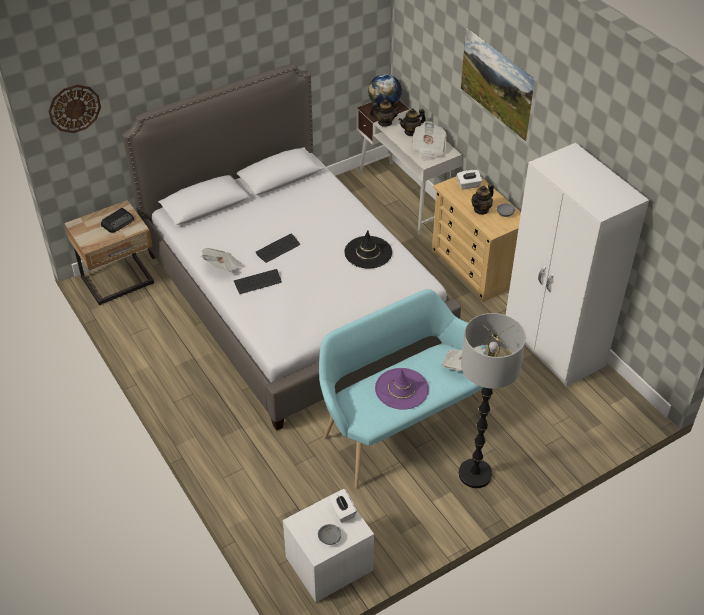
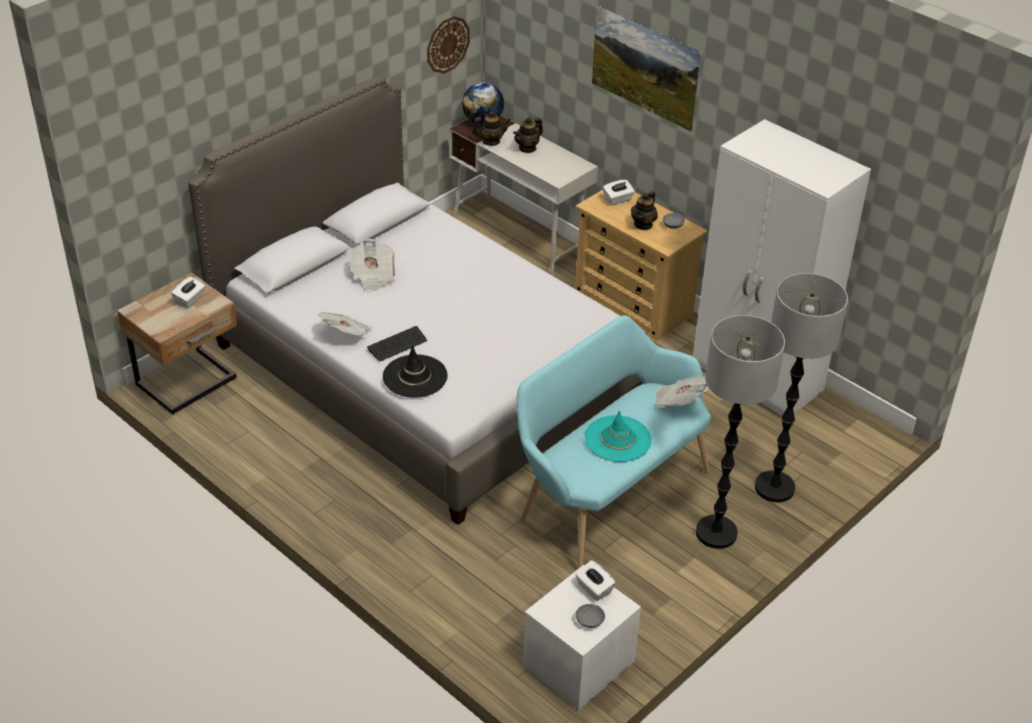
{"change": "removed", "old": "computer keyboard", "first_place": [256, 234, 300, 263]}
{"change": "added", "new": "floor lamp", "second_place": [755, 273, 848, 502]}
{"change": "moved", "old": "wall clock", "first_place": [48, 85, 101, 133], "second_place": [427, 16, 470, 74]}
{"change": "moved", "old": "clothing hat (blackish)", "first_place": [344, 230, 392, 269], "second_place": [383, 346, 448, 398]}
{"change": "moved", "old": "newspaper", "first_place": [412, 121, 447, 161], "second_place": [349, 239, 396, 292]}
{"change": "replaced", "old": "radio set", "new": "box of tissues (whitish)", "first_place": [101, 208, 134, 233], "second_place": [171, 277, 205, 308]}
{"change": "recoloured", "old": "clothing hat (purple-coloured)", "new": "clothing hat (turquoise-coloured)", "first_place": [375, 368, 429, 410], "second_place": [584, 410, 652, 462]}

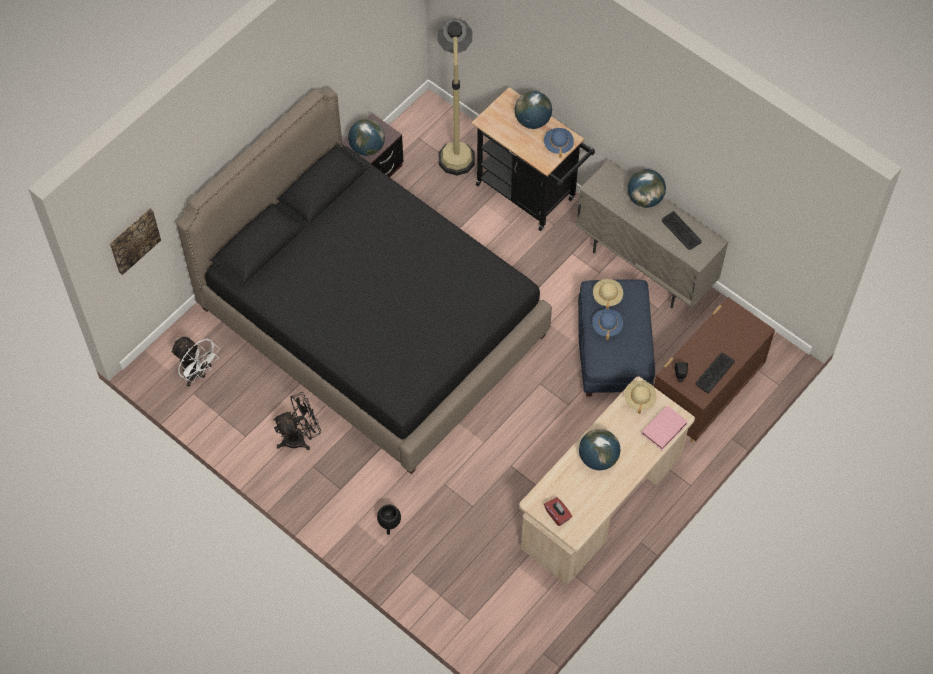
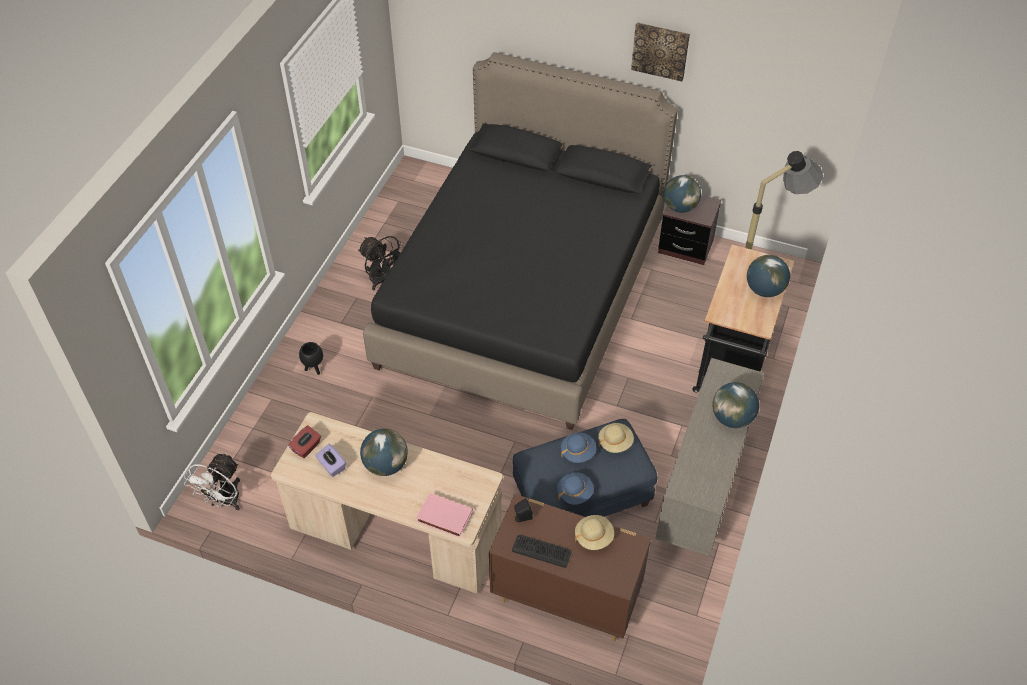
{"change": "removed", "old": "computer keyboard", "first_place": [662, 211, 702, 250]}
{"change": "added", "new": "box of tissues (purple-coloured)", "second_place": [315, 444, 346, 477]}
{"change": "moved", "old": "wall picture", "first_place": [110, 208, 161, 275], "second_place": [631, 22, 690, 81]}
{"change": "moved", "old": "fan (whitish)", "first_place": [171, 337, 220, 387], "second_place": [184, 453, 240, 511]}
{"change": "moved", "old": "clothing hat (blue-coloured)", "first_place": [544, 128, 574, 158], "second_place": [557, 472, 594, 505]}
{"change": "moved", "old": "clothing hat (beige-coloured)", "first_place": [624, 381, 656, 414], "second_place": [575, 515, 614, 550]}

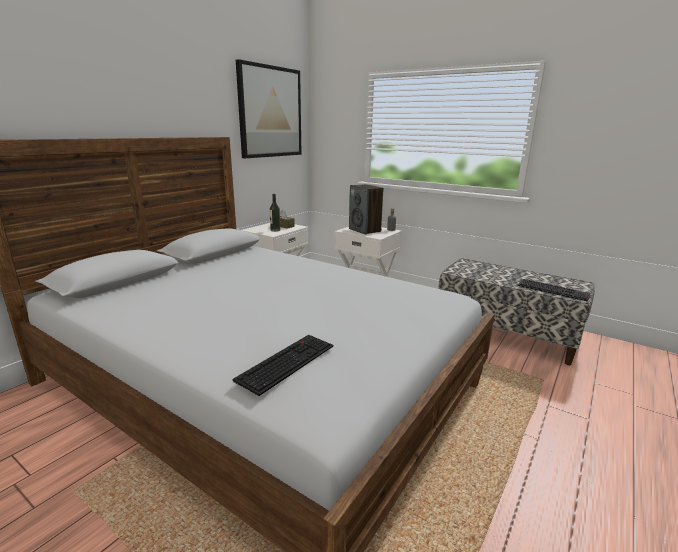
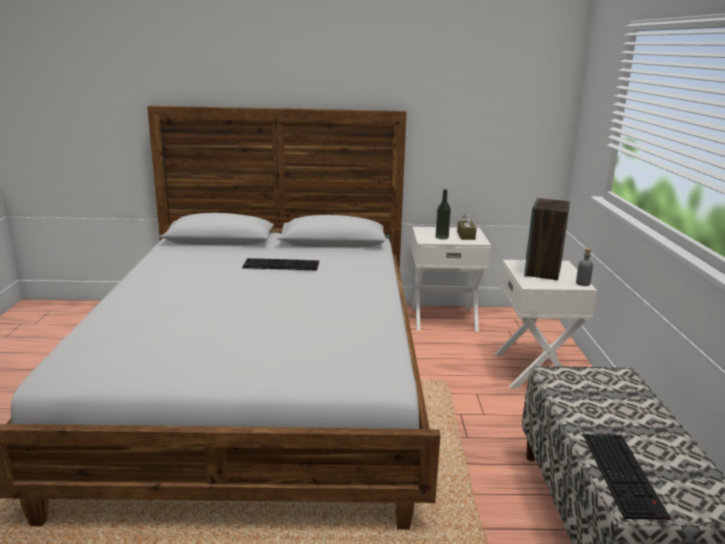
{"change": "removed", "old": "wall picture", "first_place": [236, 59, 302, 158]}
{"change": "moved", "old": "computer keyboard", "first_place": [233, 335, 333, 396], "second_place": [242, 258, 319, 270]}

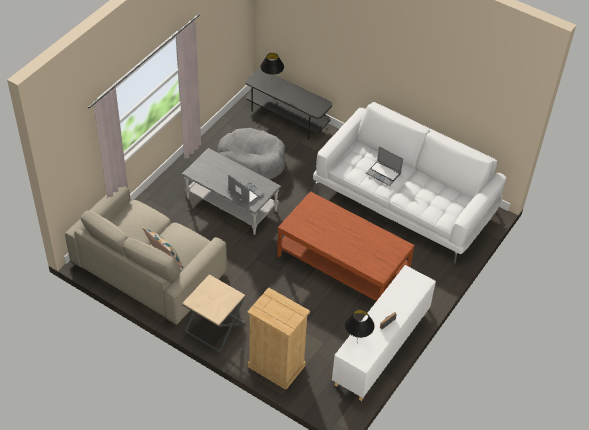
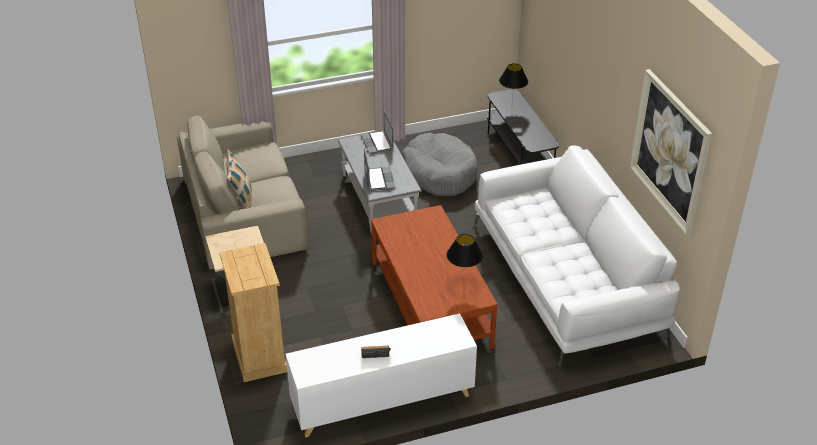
{"change": "added", "new": "wall picture", "second_place": [630, 69, 712, 235]}
{"change": "moved", "old": "table lamp (blackish)", "first_place": [345, 309, 375, 342], "second_place": [446, 234, 483, 284]}
{"change": "moved", "old": "notebook computer", "first_place": [366, 146, 403, 186], "second_place": [361, 110, 394, 154]}

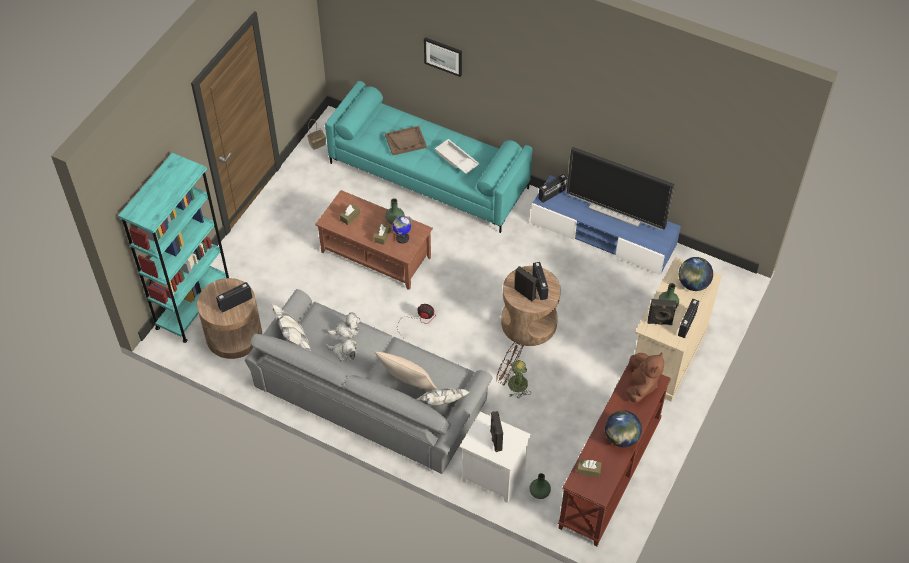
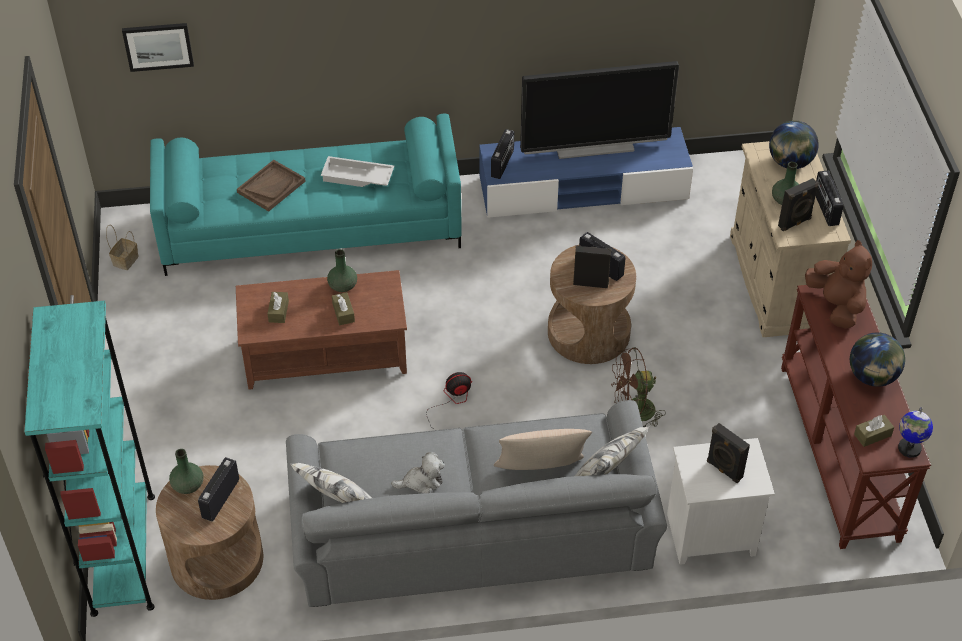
{"change": "removed", "old": "cuddly toy", "first_place": [328, 313, 361, 339]}
{"change": "moved", "old": "globe", "first_place": [393, 216, 412, 244], "second_place": [898, 407, 933, 458]}
{"change": "moved", "old": "wall picture", "first_place": [424, 37, 462, 77], "second_place": [122, 23, 194, 72]}
{"change": "moved", "old": "decorative vase (green-coloured)", "first_place": [529, 473, 551, 499], "second_place": [169, 449, 204, 494]}

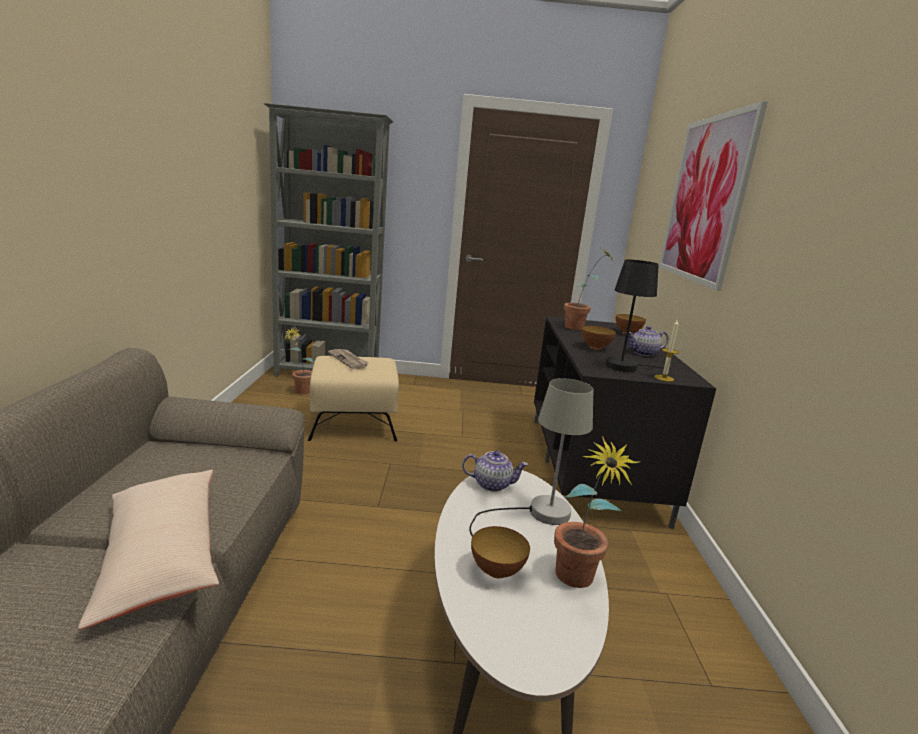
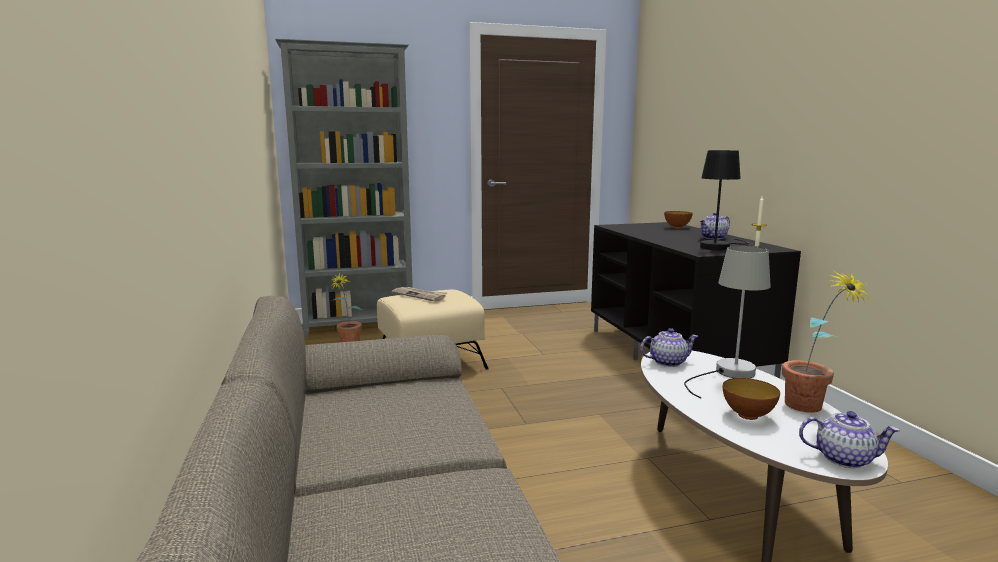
{"change": "removed", "old": "throw pillow (beige-coloured)", "first_place": [78, 470, 219, 630]}
{"change": "removed", "old": "houseplant", "first_place": [564, 248, 613, 330]}
{"change": "removed", "old": "bowl", "first_place": [582, 326, 616, 350]}
{"change": "removed", "old": "wall picture", "first_place": [659, 101, 768, 291]}
{"change": "added", "new": "pot for tea", "second_place": [799, 411, 900, 468]}

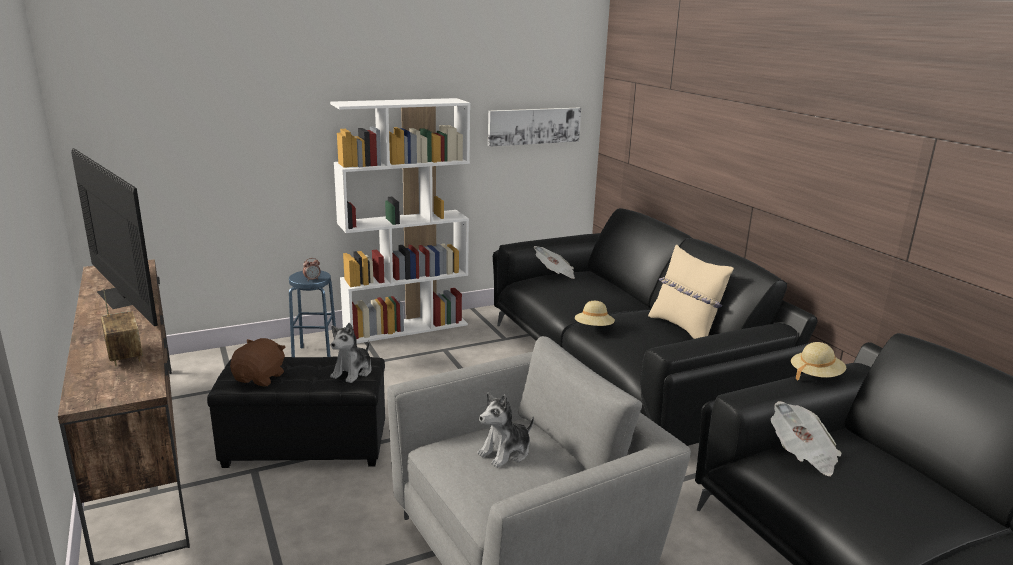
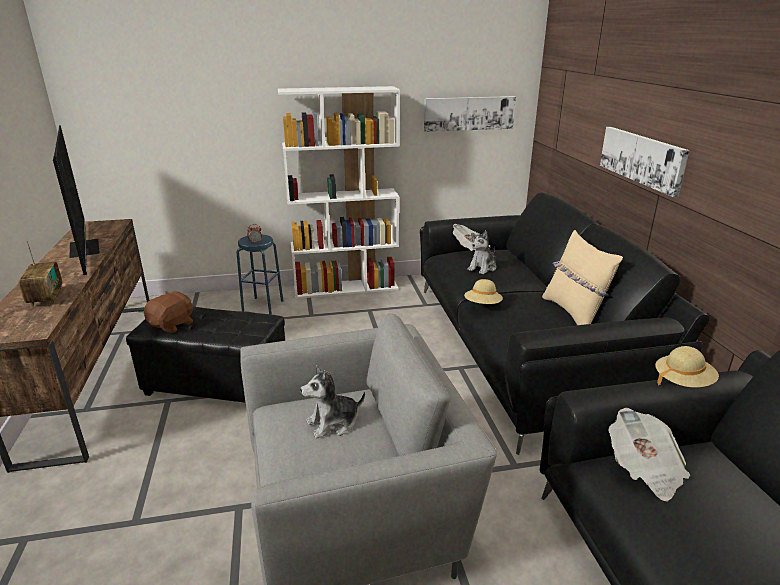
{"change": "added", "new": "wall picture", "second_place": [600, 127, 689, 197]}
{"change": "moved", "old": "cuddly toy", "first_place": [330, 323, 372, 383], "second_place": [467, 230, 496, 274]}

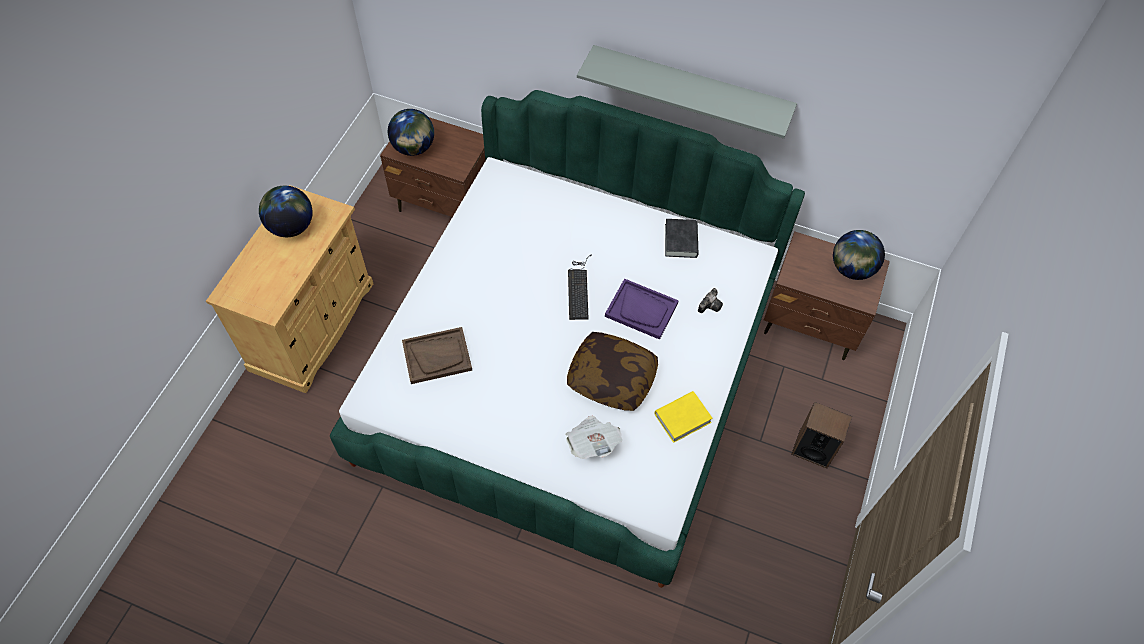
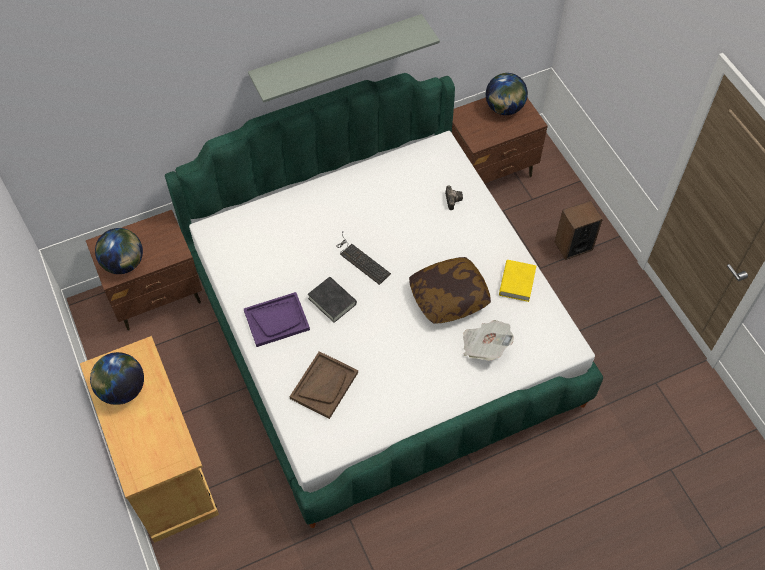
{"change": "moved", "old": "tray (purple-coloured)", "first_place": [605, 279, 679, 340], "second_place": [243, 292, 310, 347]}
{"change": "moved", "old": "bound book (blackish)", "first_place": [665, 219, 698, 258], "second_place": [308, 277, 357, 323]}

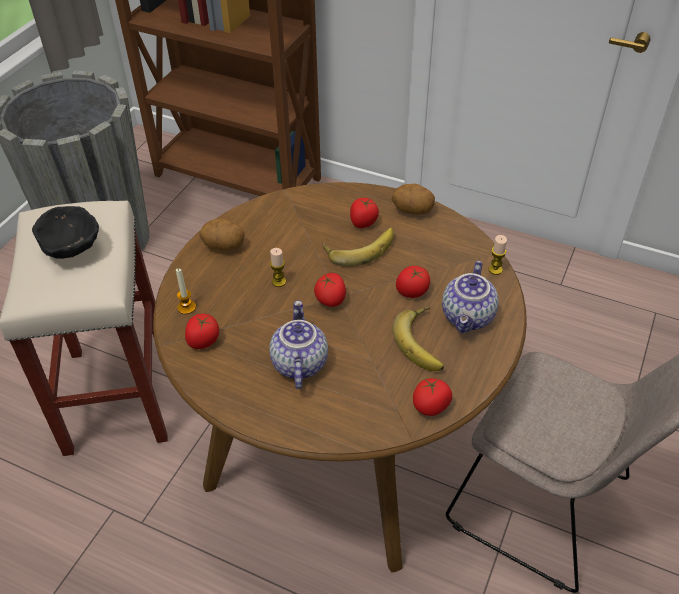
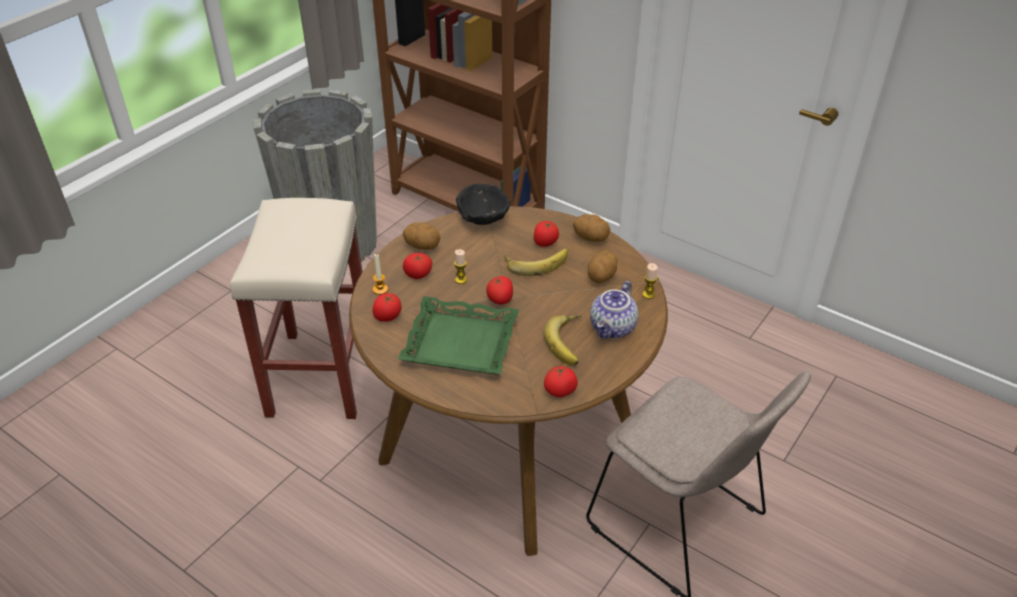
{"change": "added", "new": "spud", "second_place": [588, 251, 617, 283]}
{"change": "moved", "old": "bowl (blackish)", "first_place": [32, 206, 99, 259], "second_place": [456, 183, 510, 225]}
{"change": "moved", "old": "tomato", "first_place": [396, 266, 430, 298], "second_place": [403, 253, 432, 279]}
{"change": "replaced", "old": "pot for tea", "new": "tray (green-coloured)", "first_place": [269, 300, 328, 389], "second_place": [398, 296, 519, 374]}

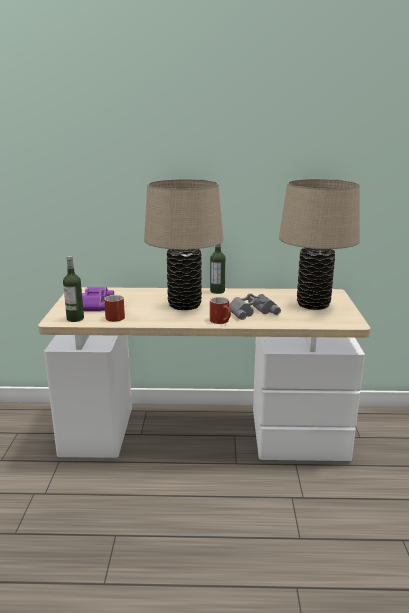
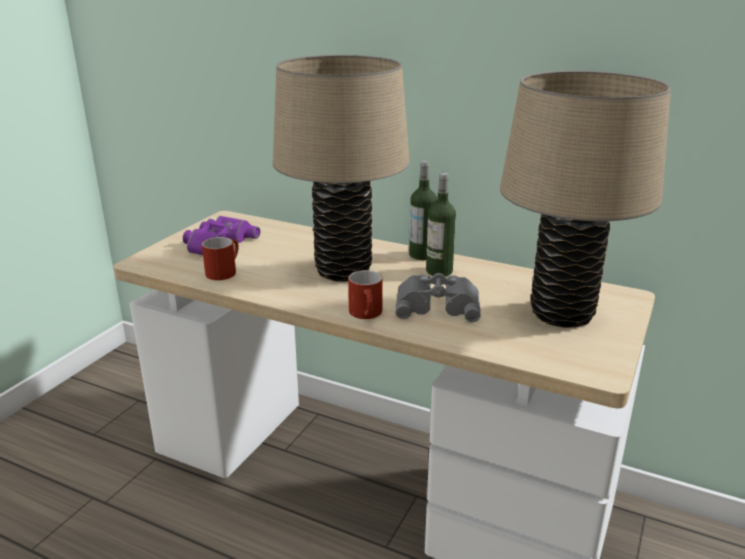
{"change": "moved", "old": "bottle", "first_place": [63, 256, 84, 322], "second_place": [426, 173, 456, 277]}

